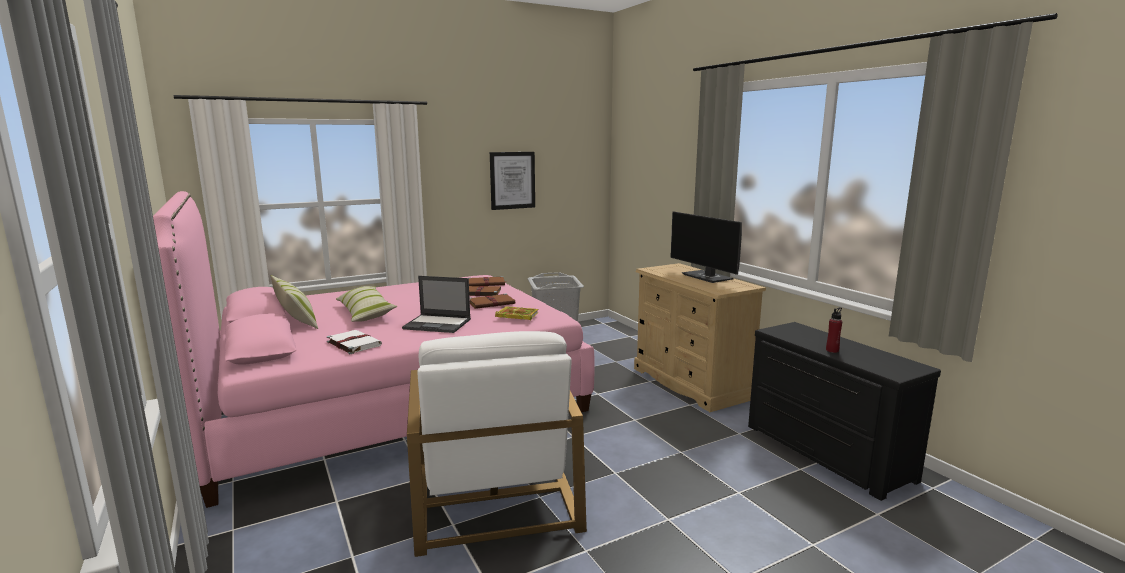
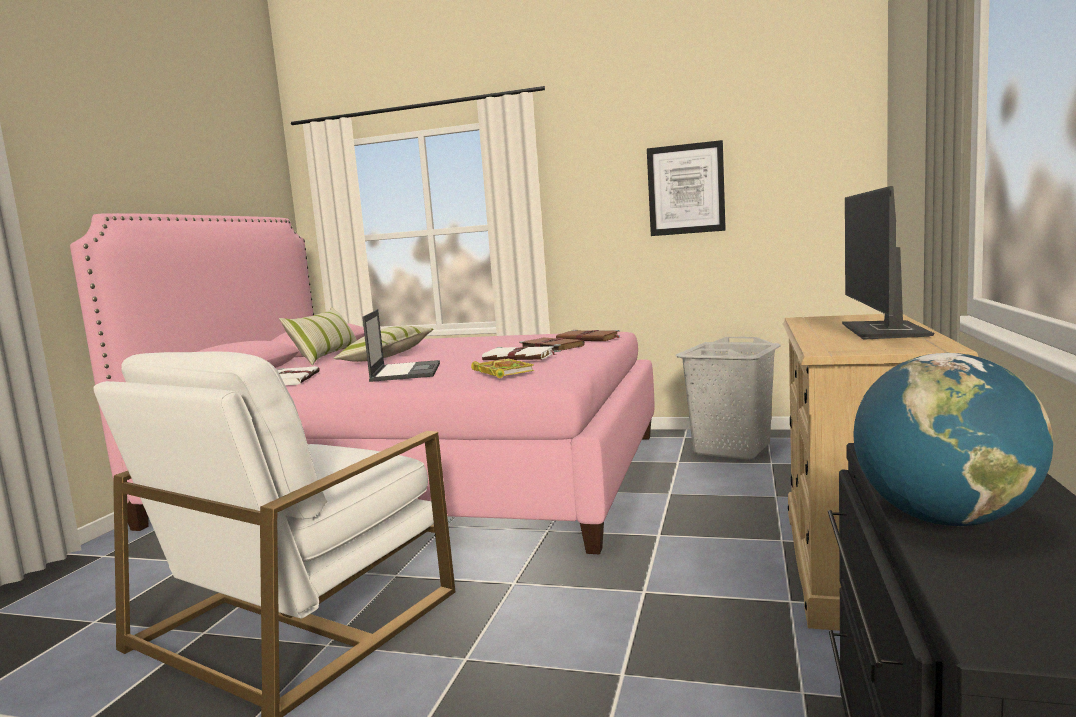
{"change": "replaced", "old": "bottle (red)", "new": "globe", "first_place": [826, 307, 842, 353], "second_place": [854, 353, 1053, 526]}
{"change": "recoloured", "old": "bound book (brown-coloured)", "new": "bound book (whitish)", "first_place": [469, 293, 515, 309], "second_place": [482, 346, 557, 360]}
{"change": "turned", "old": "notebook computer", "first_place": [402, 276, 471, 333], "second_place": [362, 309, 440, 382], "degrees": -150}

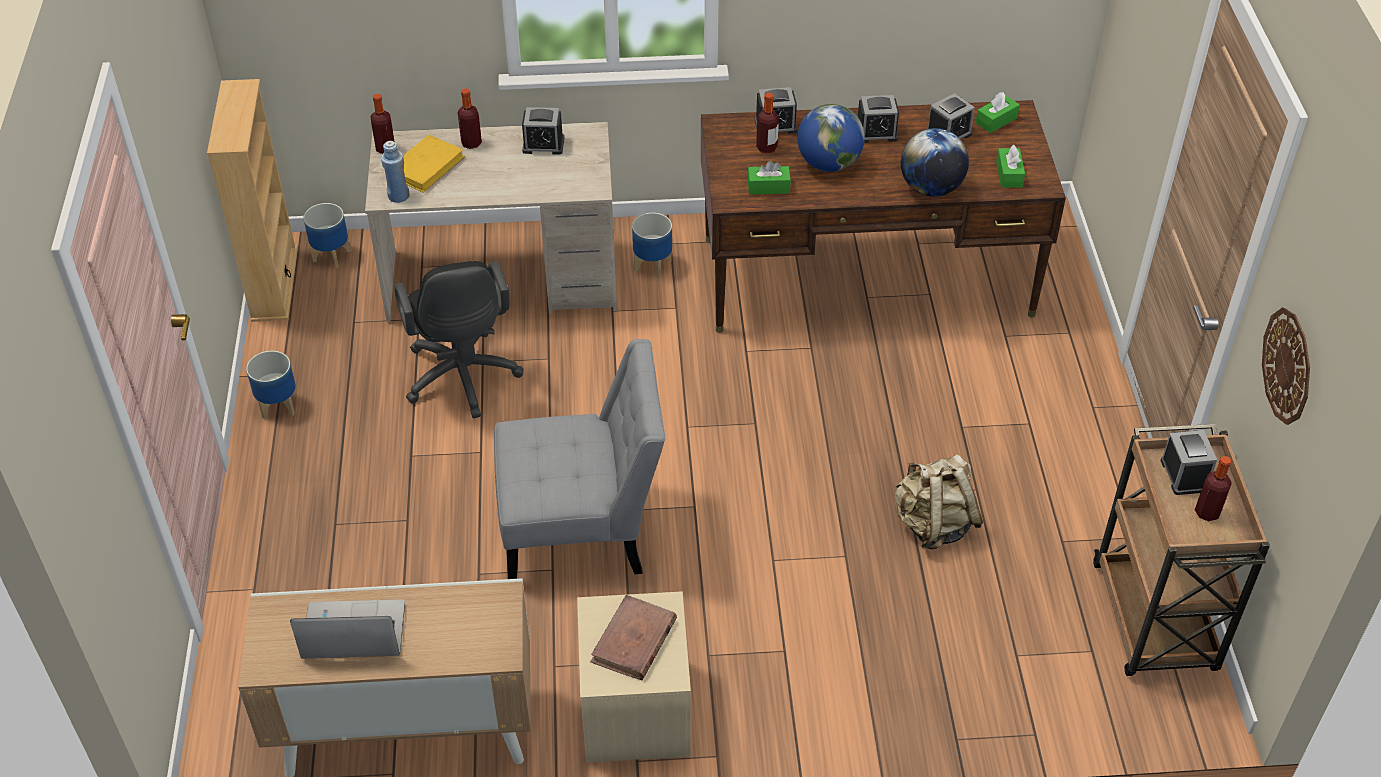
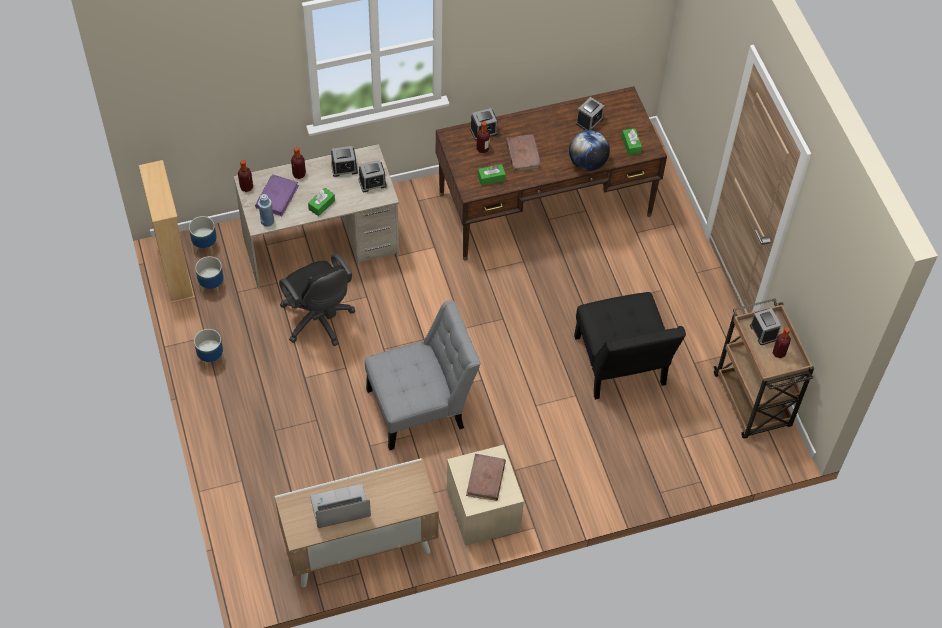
{"change": "removed", "old": "wall clock", "first_place": [1262, 307, 1310, 425]}
{"change": "moved", "old": "plant pot", "first_place": [632, 212, 672, 278], "second_place": [195, 256, 224, 296]}
{"change": "moved", "old": "table clock", "first_place": [858, 95, 899, 143], "second_place": [358, 160, 387, 192]}
{"change": "moved", "old": "box of tissues (green-coloured)", "first_place": [976, 92, 1020, 133], "second_place": [308, 188, 335, 216]}
{"change": "replaced", "old": "globe", "new": "bound book (brown-coloured)", "first_place": [797, 104, 865, 172], "second_place": [506, 134, 541, 172]}
{"change": "replaced", "old": "knapsack (beige-coloured)", "new": "chair (blackish)", "first_place": [895, 454, 983, 549], "second_place": [574, 292, 686, 400]}
{"change": "recoloured", "old": "bound book (yellowish)", "new": "bound book (purple-coloured)", "first_place": [403, 135, 465, 193], "second_place": [255, 174, 299, 216]}

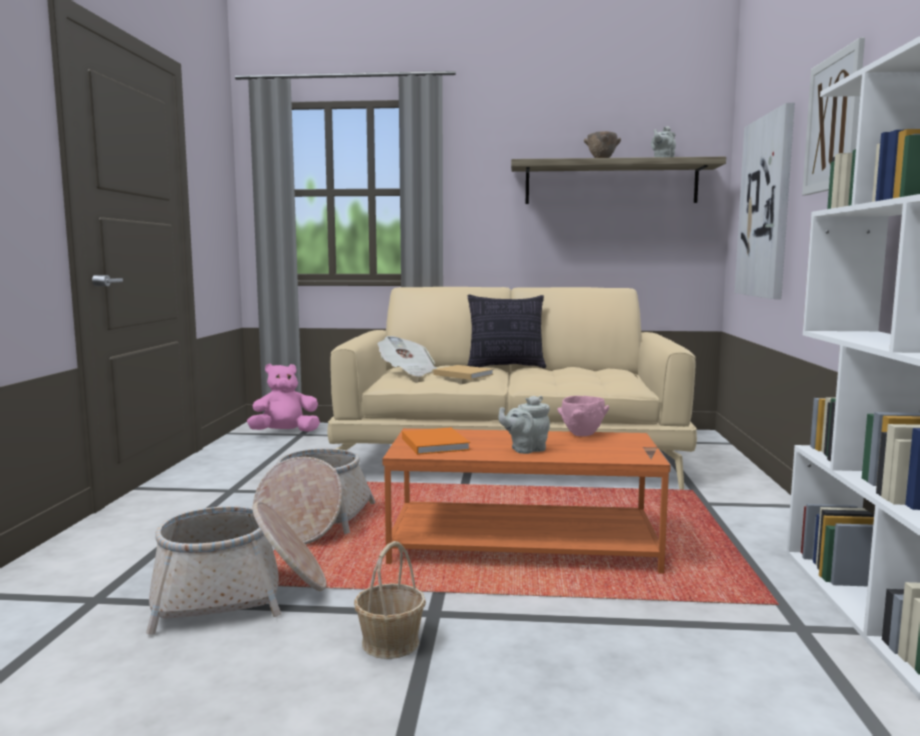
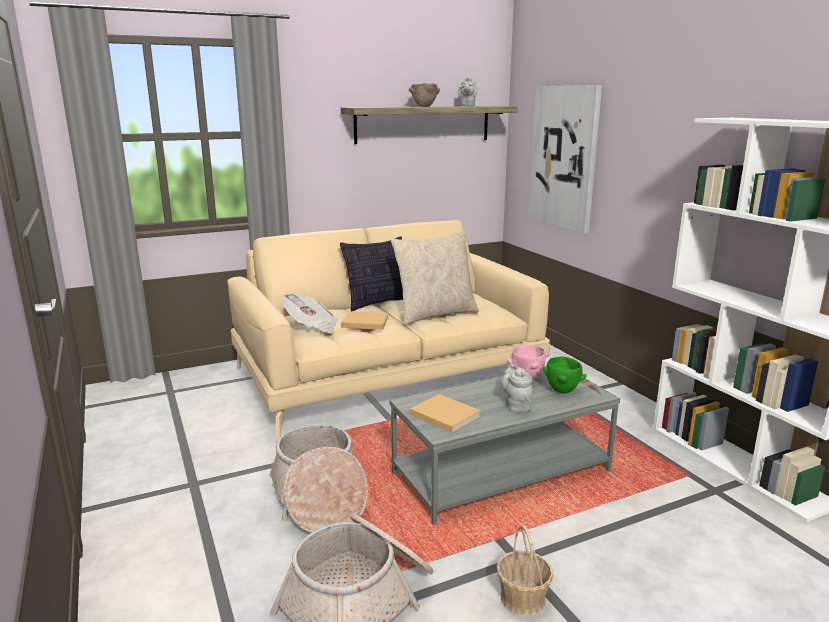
{"change": "removed", "old": "cuddly toy (pink-coloured)", "first_place": [247, 364, 320, 432]}
{"change": "removed", "old": "wall picture", "first_place": [802, 37, 865, 195]}
{"change": "added", "new": "throw pillow (beige-coloured)", "second_place": [391, 231, 479, 324]}
{"change": "added", "new": "bowl (green-coloured)", "second_place": [543, 357, 587, 394]}
{"change": "recoloured", "old": "lounge table (orange-coloured)", "new": "lounge table (grey)", "first_place": [383, 428, 671, 574], "second_place": [389, 370, 620, 525]}
{"change": "recoloured", "old": "bound book (orange-coloured)", "new": "bound book (beige-coloured)", "first_place": [402, 428, 470, 455], "second_place": [410, 394, 481, 433]}
{"change": "turned", "old": "pot for tea (grey)", "first_place": [498, 396, 550, 454], "second_place": [501, 364, 533, 412], "degrees": 135}

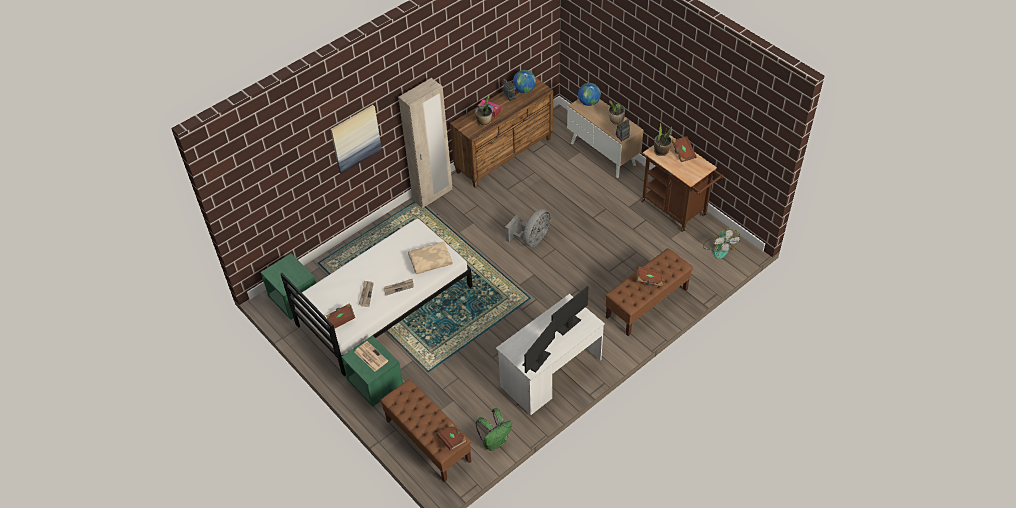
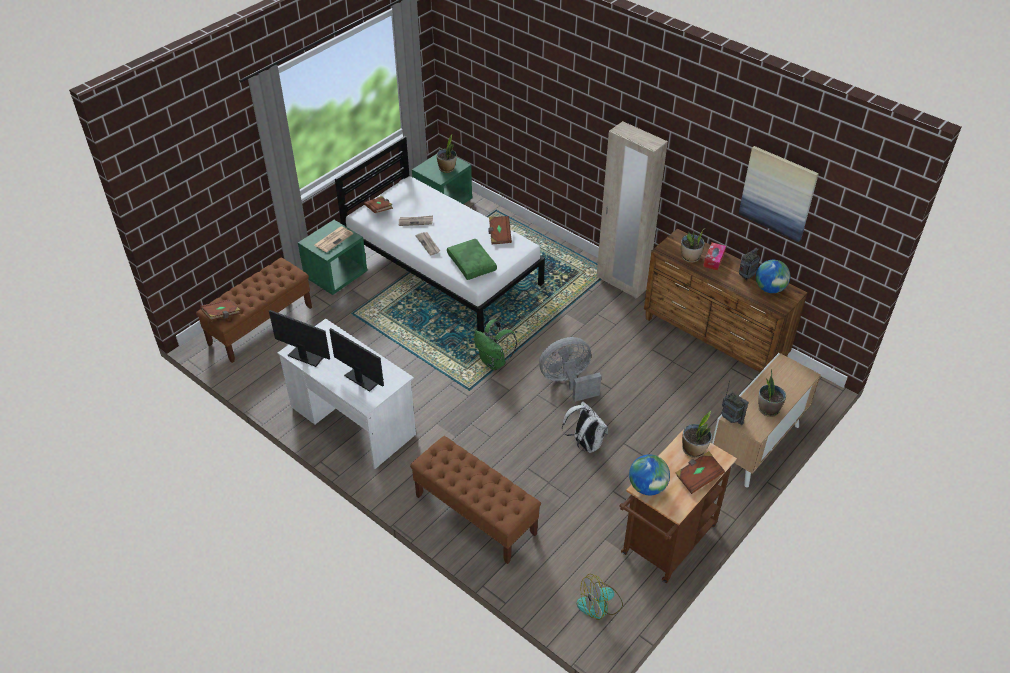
{"change": "added", "new": "houseplant", "second_place": [437, 134, 457, 173]}
{"change": "added", "new": "knapsack (whitish)", "second_place": [562, 402, 608, 453]}
{"change": "moved", "old": "wall picture", "first_place": [330, 105, 382, 174], "second_place": [739, 146, 819, 242]}
{"change": "moved", "old": "knapsack (green-coloured)", "first_place": [476, 408, 512, 451], "second_place": [474, 319, 517, 370]}
{"change": "moved", "old": "globe", "first_place": [578, 83, 601, 106], "second_place": [629, 454, 670, 495]}
{"change": "moved", "old": "bound book (brown-coloured)", "first_place": [636, 266, 663, 287], "second_place": [488, 216, 512, 244]}
{"change": "recoloured", "old": "throw pillow (beige-coloured)", "new": "throw pillow (green-coloured)", "first_place": [408, 241, 453, 274], "second_place": [447, 239, 497, 280]}
{"change": "turned", "old": "fan (grey)", "first_place": [505, 209, 551, 247], "second_place": [539, 337, 601, 402], "degrees": 135}

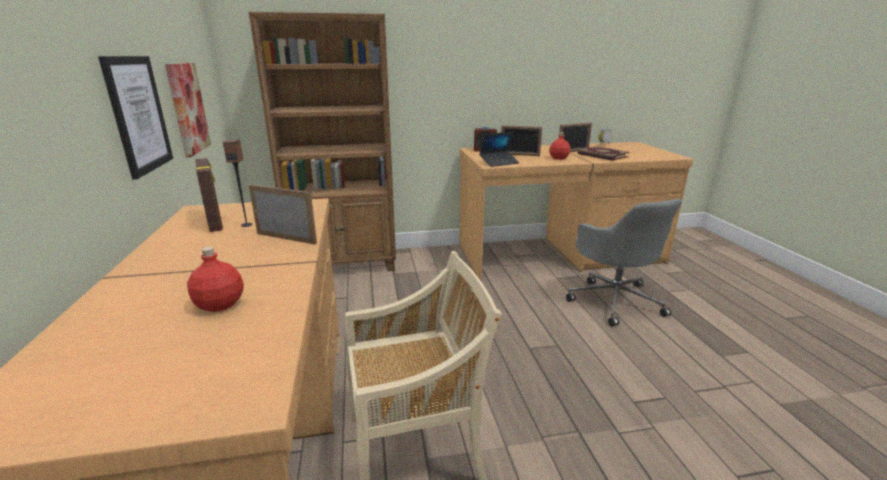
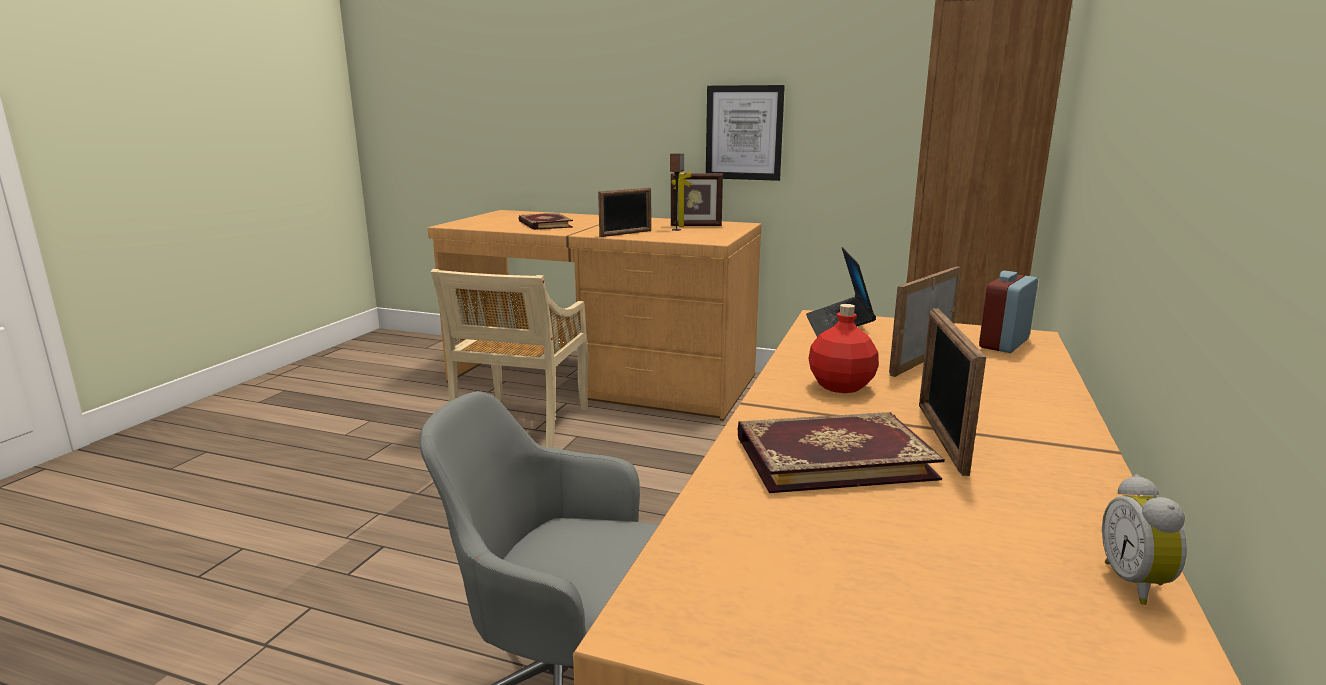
{"change": "removed", "old": "wall picture", "first_place": [165, 63, 211, 157]}
{"change": "replaced", "old": "bottle (red)", "new": "bound book", "first_place": [187, 246, 244, 312], "second_place": [518, 213, 573, 230]}

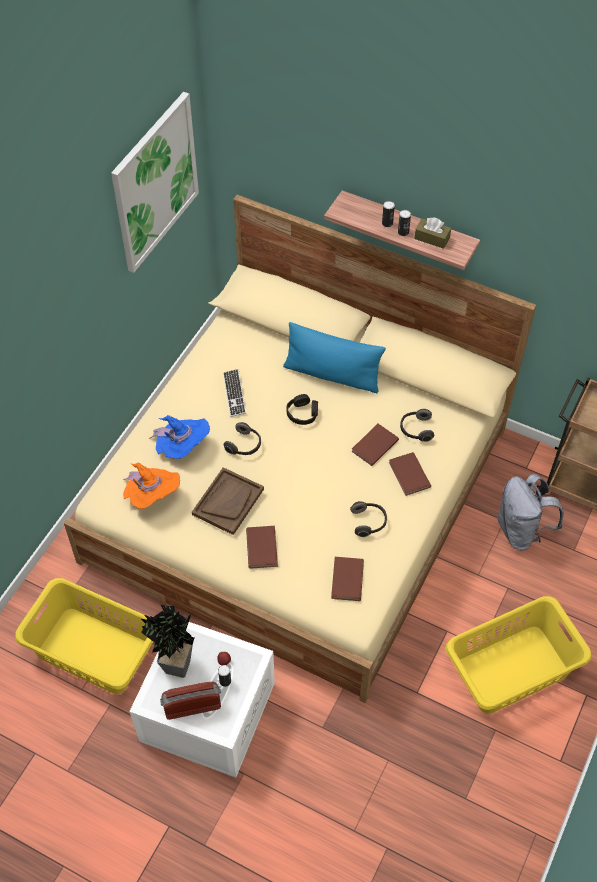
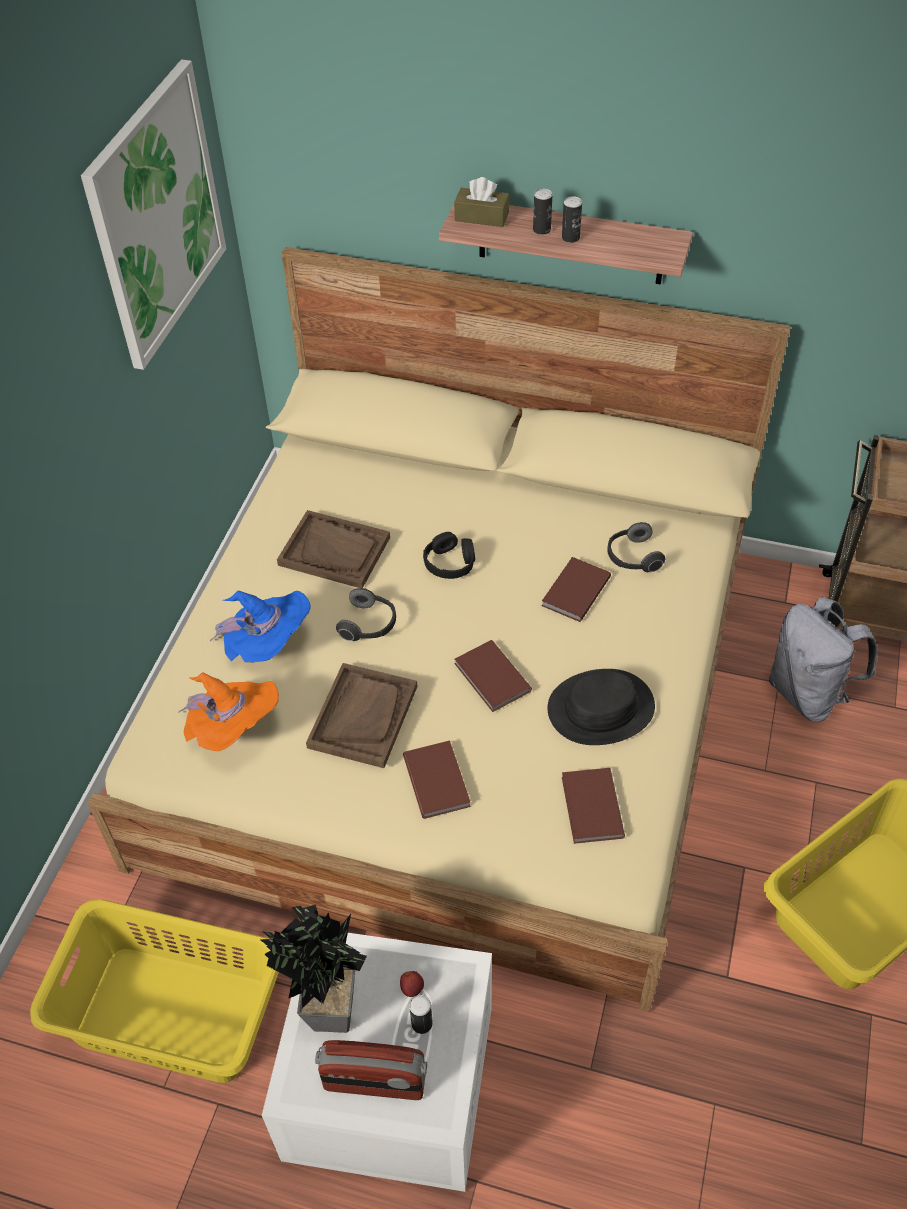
{"change": "removed", "old": "throw pillow (blue-coloured)", "first_place": [283, 322, 386, 393]}
{"change": "moved", "old": "bound book (brown-coloured)", "first_place": [389, 452, 431, 496], "second_place": [454, 640, 532, 712]}
{"change": "moved", "old": "box of tissues (brown-coloured)", "first_place": [414, 217, 451, 249], "second_place": [454, 177, 509, 227]}
{"change": "replaced", "old": "computer keyboard", "new": "tray (brown-coloured)", "first_place": [223, 369, 246, 417], "second_place": [277, 510, 390, 588]}
{"change": "replaced", "old": "headset", "new": "clothing hat (blackish)", "first_place": [350, 501, 387, 537], "second_place": [548, 669, 655, 745]}
{"change": "turned", "old": "radio set", "first_place": [160, 682, 221, 720], "second_place": [315, 1040, 427, 1100], "degrees": -150}

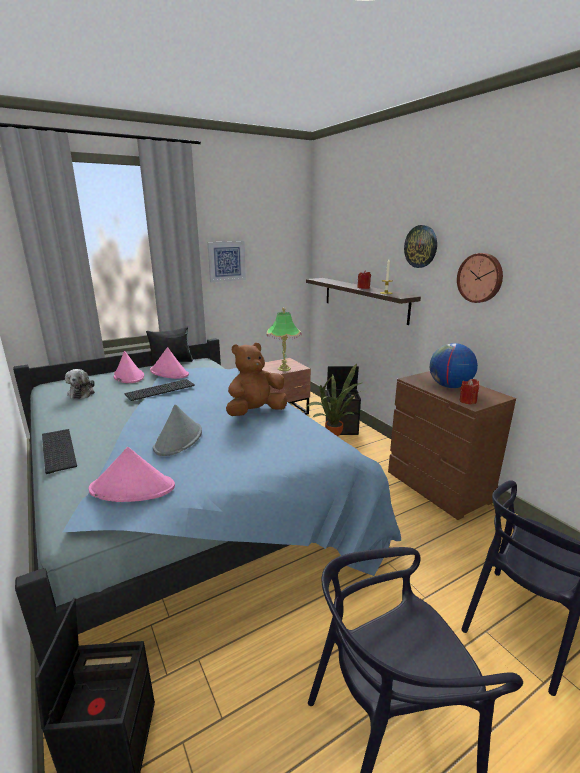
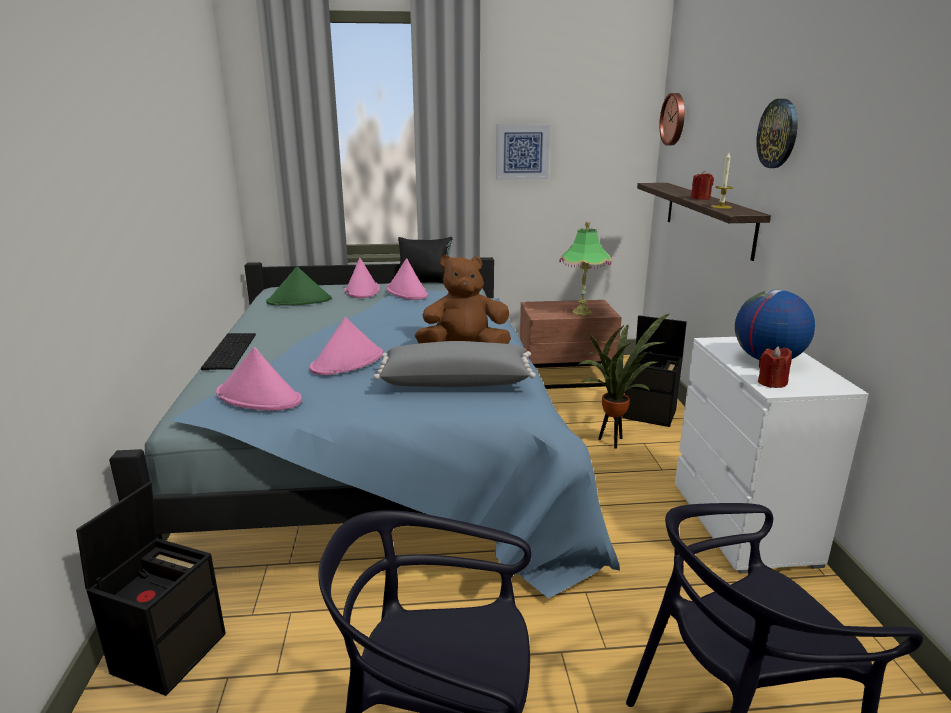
{"change": "removed", "old": "computer keyboard", "first_place": [124, 379, 195, 401]}
{"change": "added", "new": "throw pillow (grey)", "second_place": [374, 341, 536, 387]}
{"change": "moved", "old": "wall clock", "first_place": [457, 253, 503, 303], "second_place": [659, 93, 685, 145]}
{"change": "replaced", "old": "cuddly toy", "new": "clothing hat (green-coloured)", "first_place": [65, 369, 95, 399], "second_place": [266, 266, 331, 306]}
{"change": "recoloured", "old": "clothing hat (grey)", "new": "clothing hat (pink-coloured)", "first_place": [153, 404, 202, 456], "second_place": [310, 317, 383, 375]}
{"change": "recoloured", "old": "drawer chest (brown-coloured)", "new": "drawer chest (whitish)", "first_place": [388, 371, 516, 520], "second_place": [675, 337, 869, 574]}

